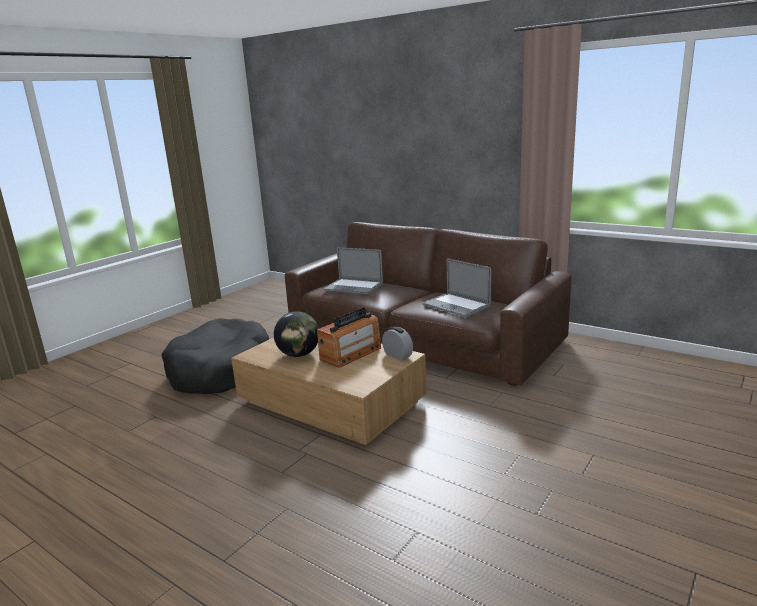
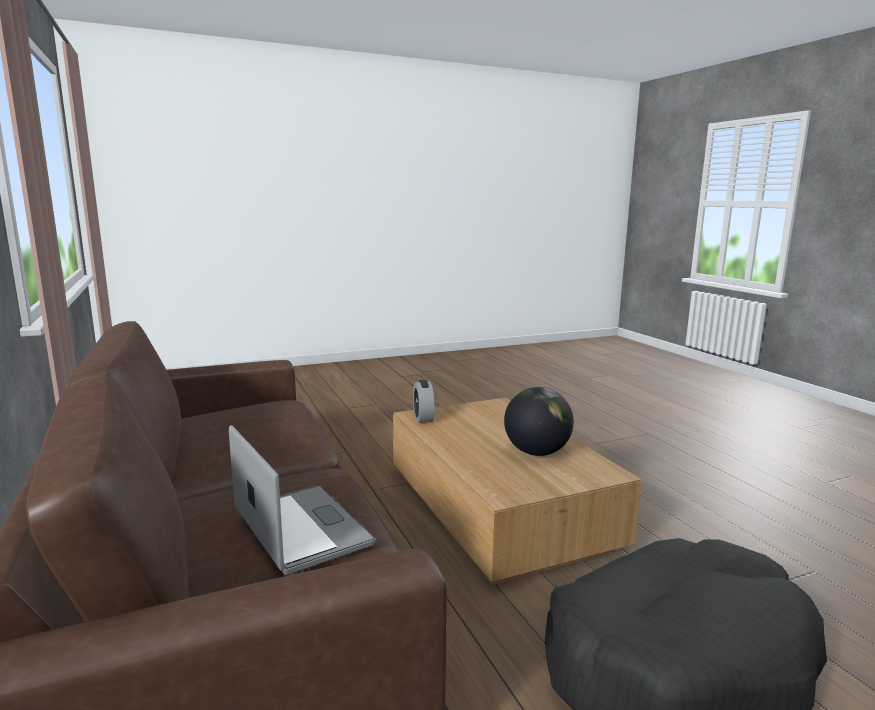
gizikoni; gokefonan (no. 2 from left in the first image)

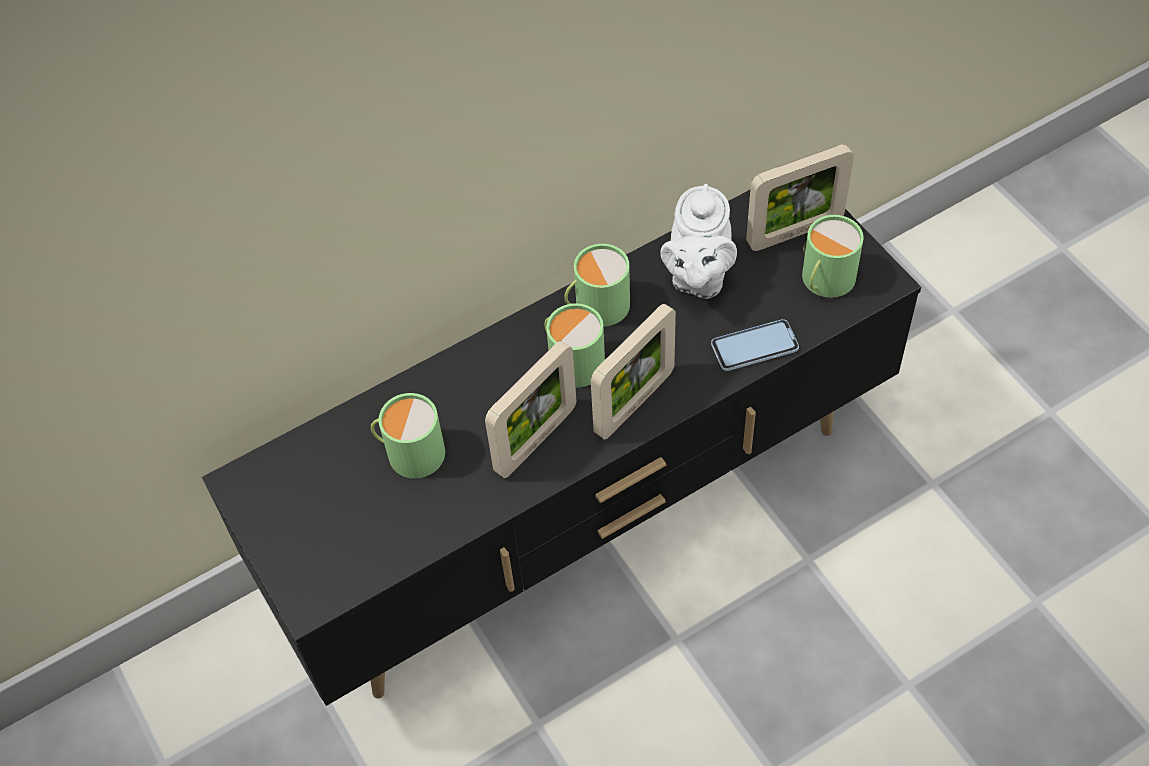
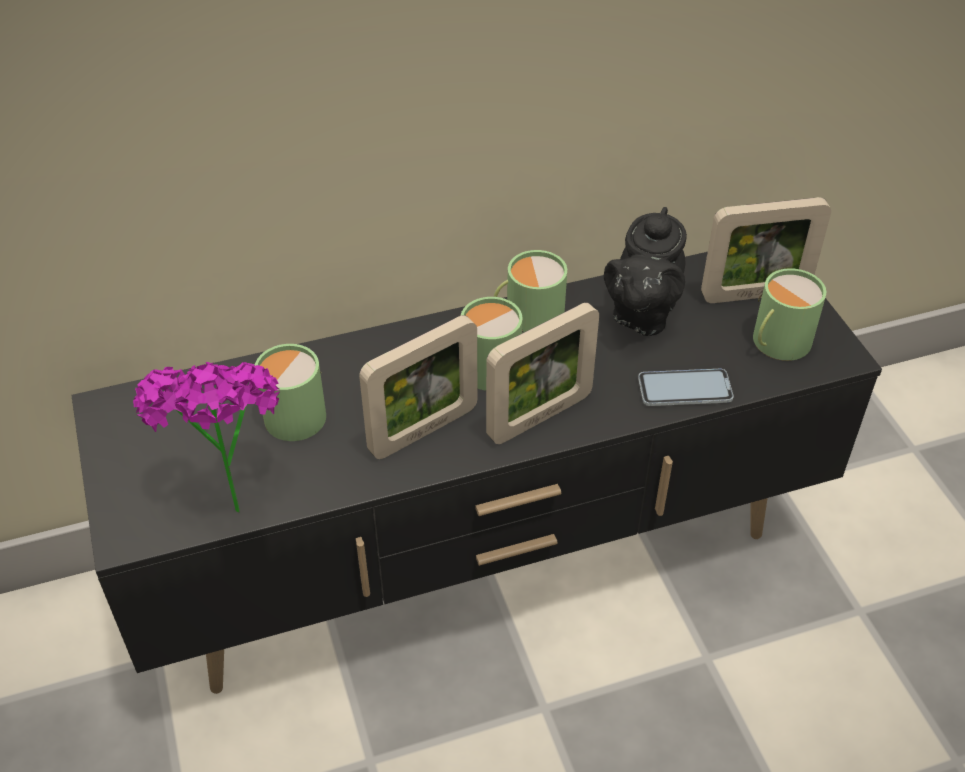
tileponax; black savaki

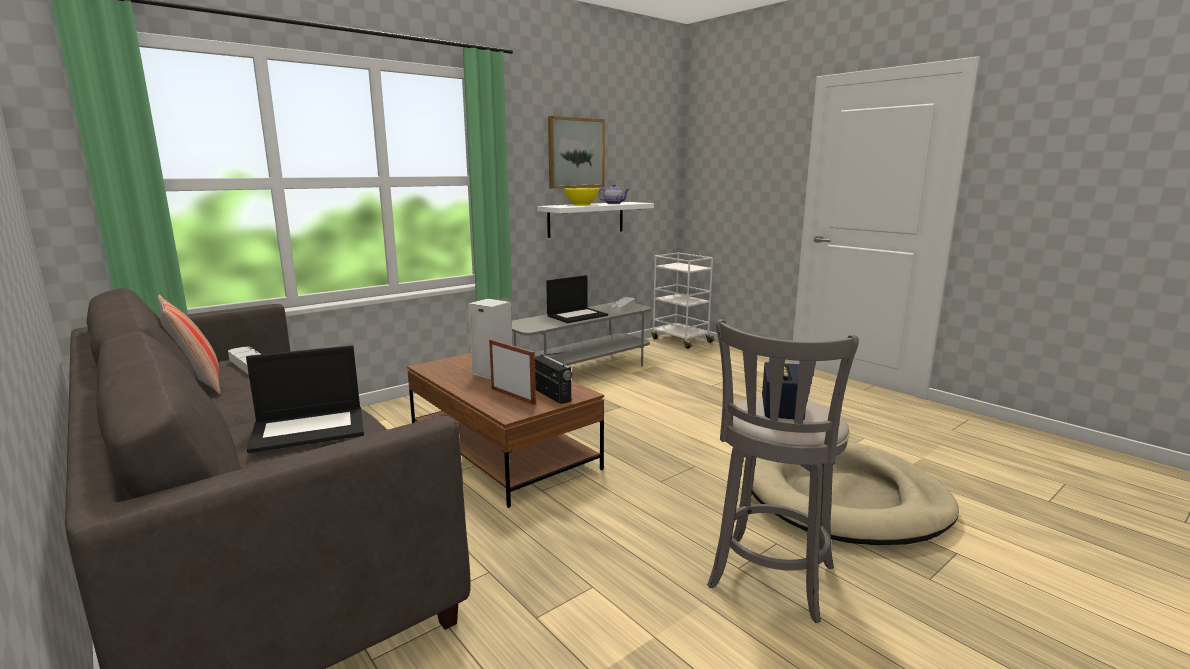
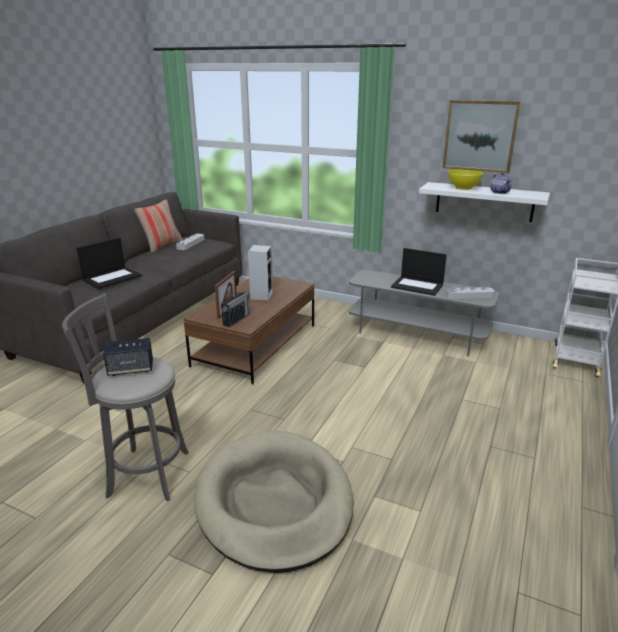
gokefonan (no. 1 from left)

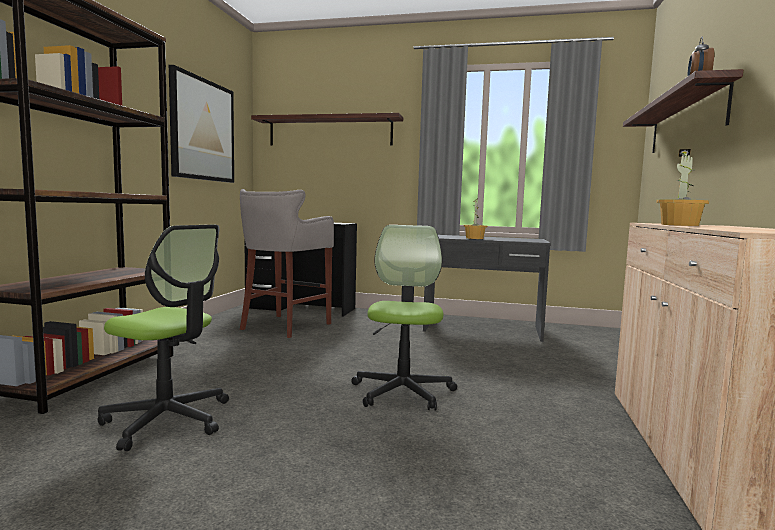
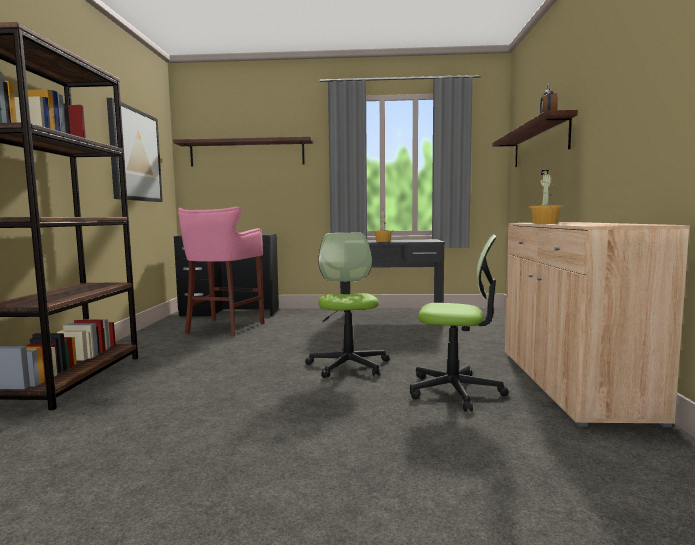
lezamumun (no. 2 from left); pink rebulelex

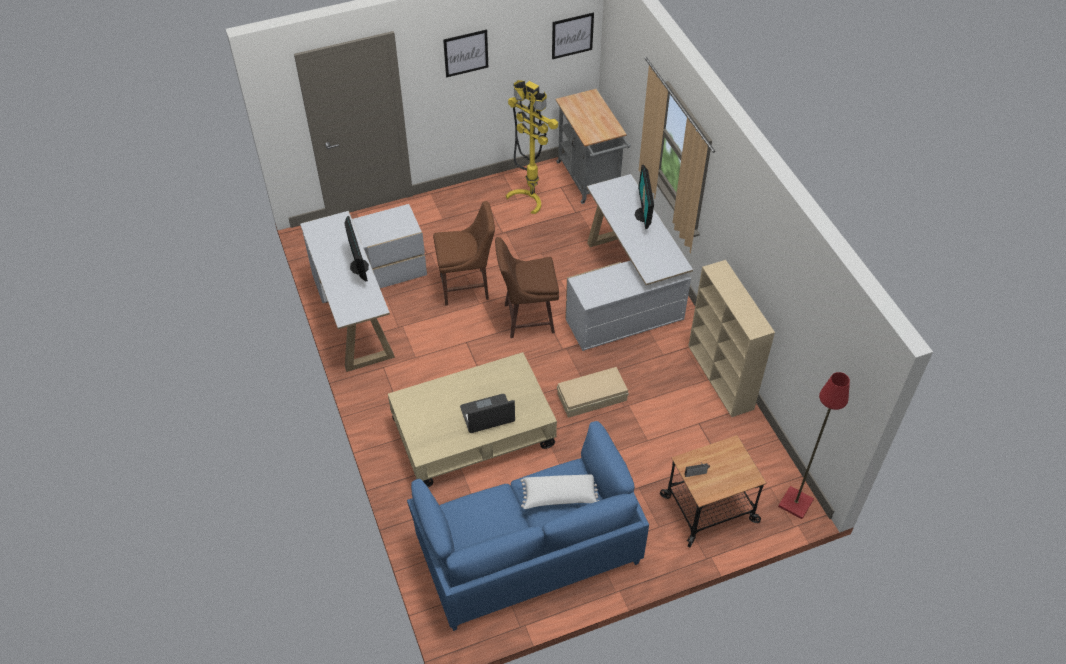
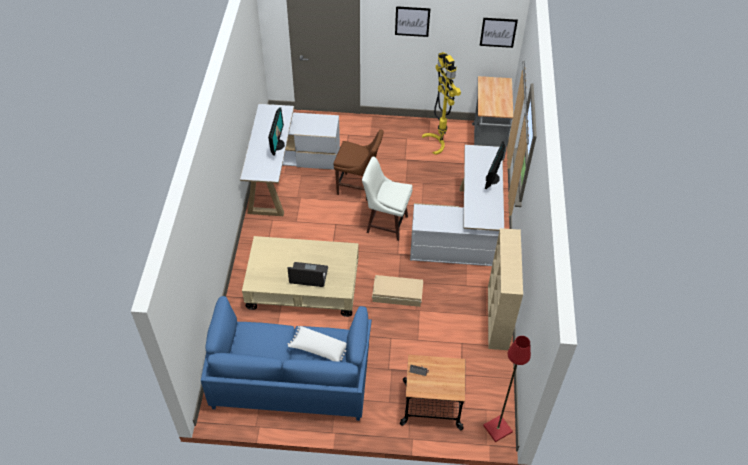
white rebulelex

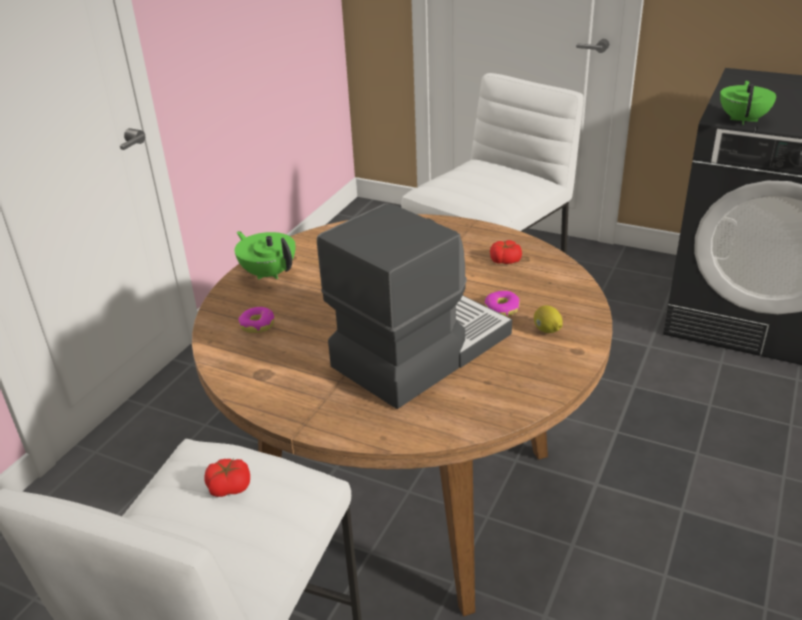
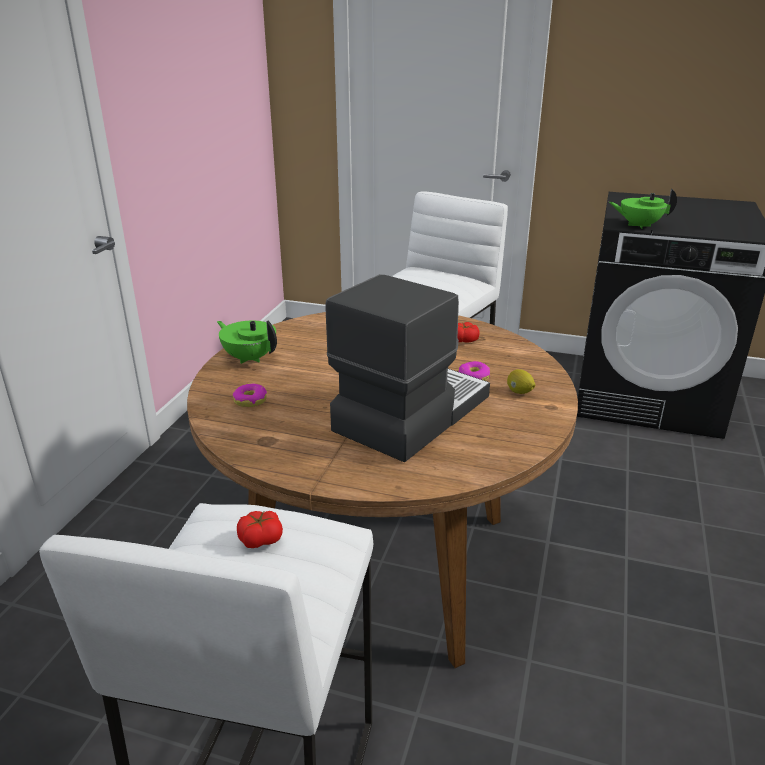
green savaki (no. 2 from left)

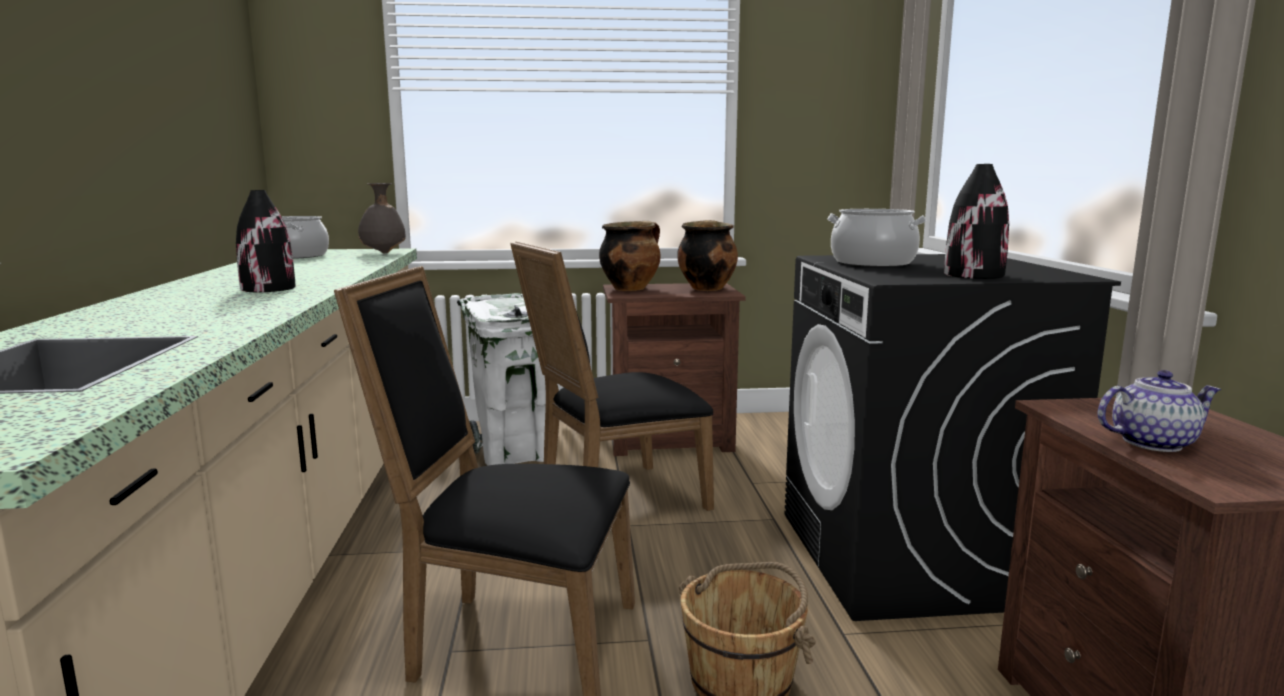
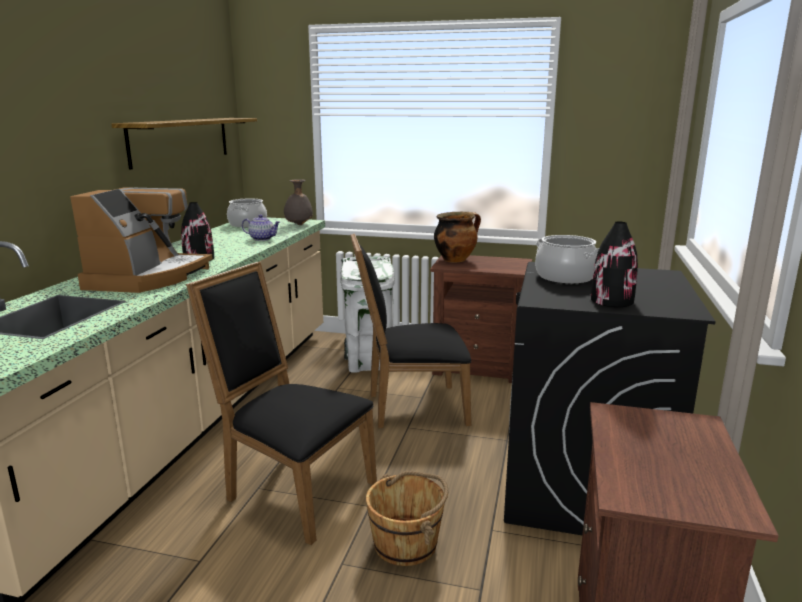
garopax (no. 3 from left in the first image); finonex; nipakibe; savaki

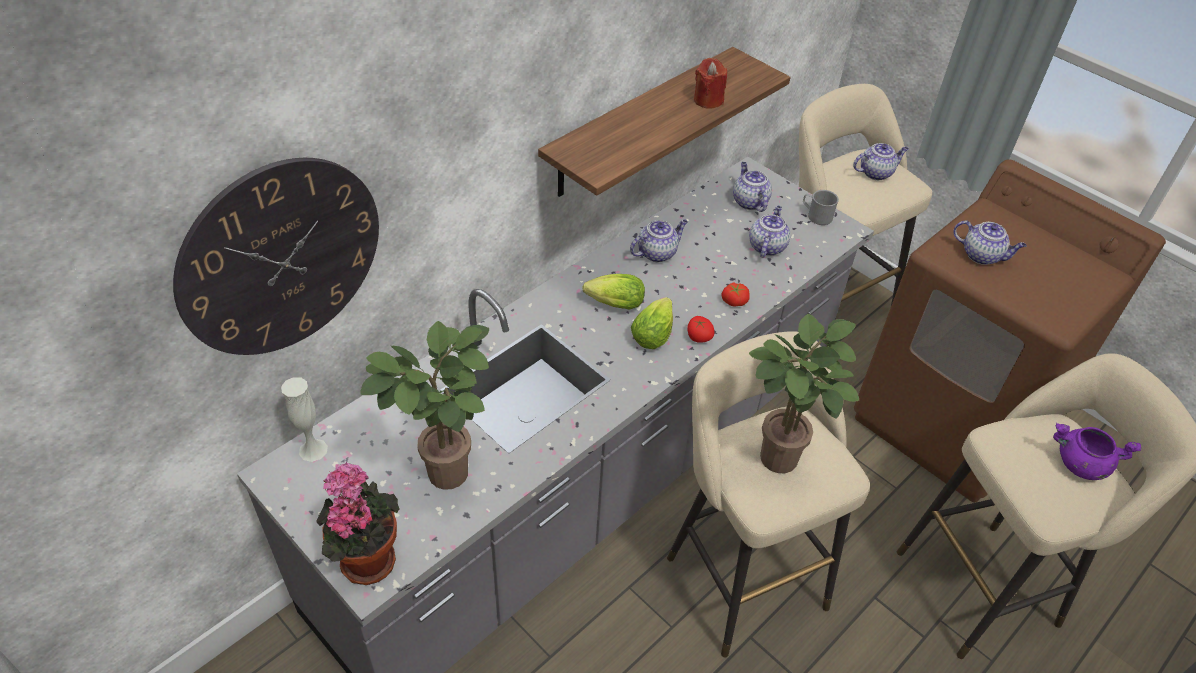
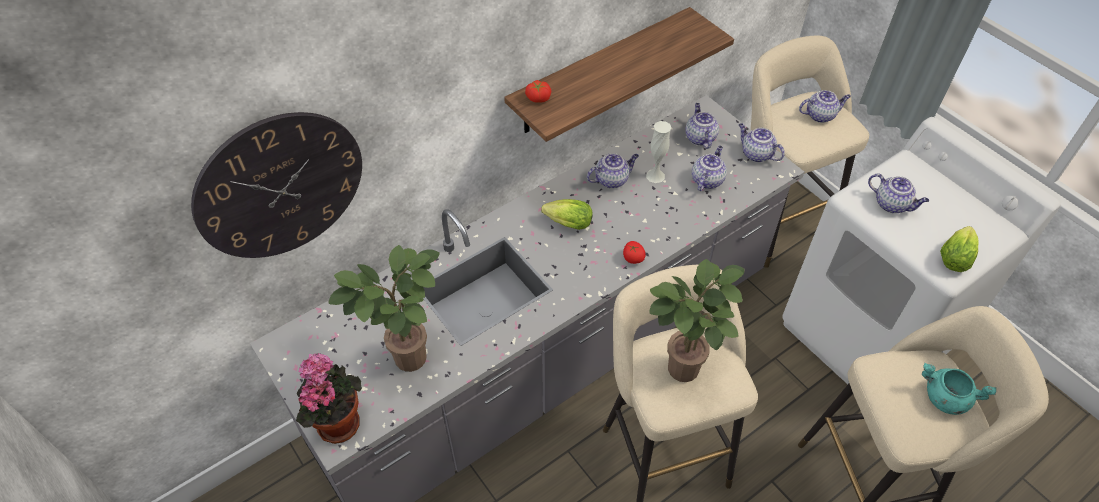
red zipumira; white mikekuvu; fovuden (no. 2 from left); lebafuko (no. 1 from left); savaki (no. 4 from left); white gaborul; turquoise garopax

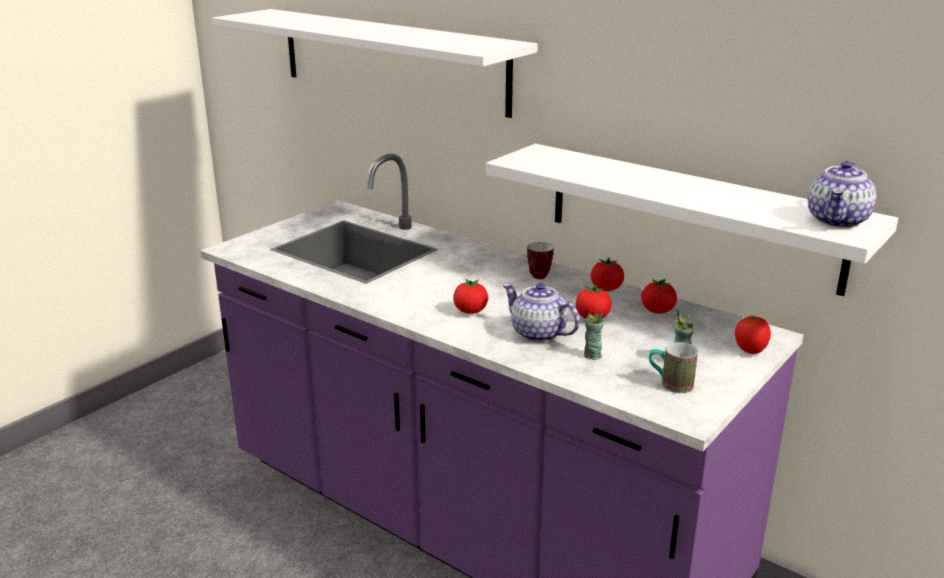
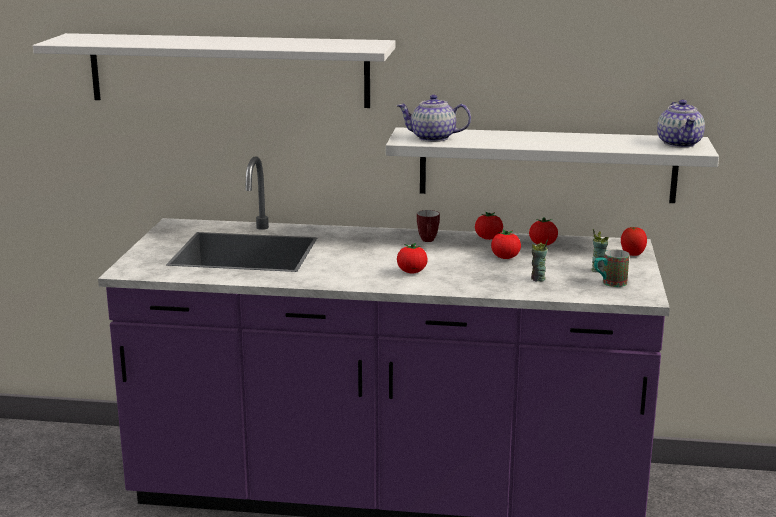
savaki (no. 1 from left)

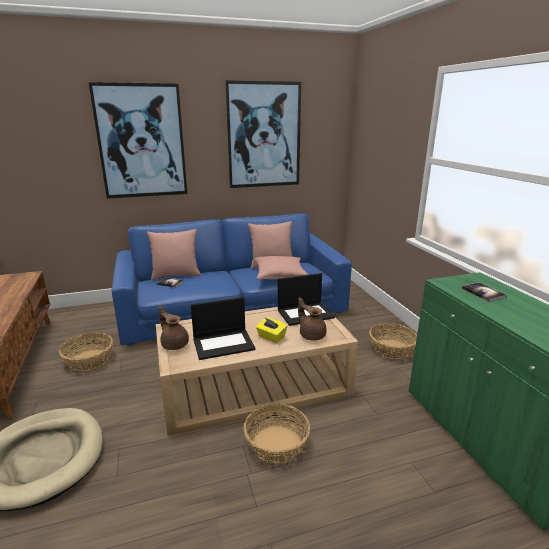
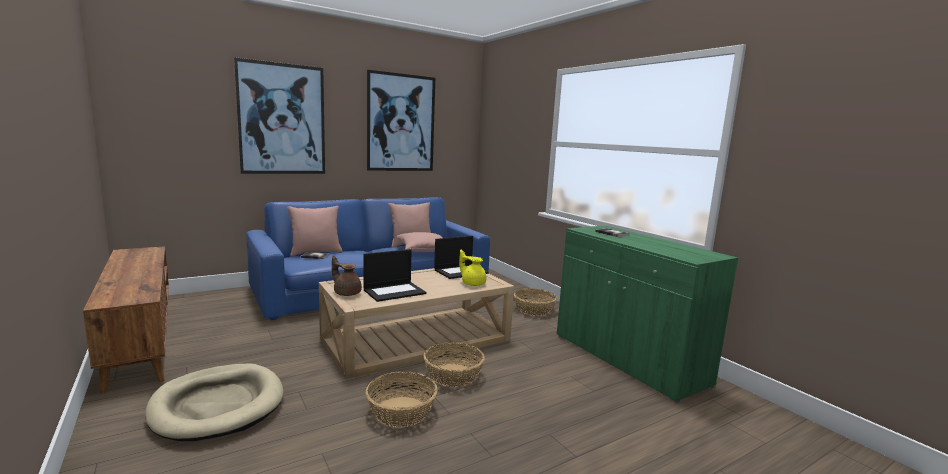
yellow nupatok; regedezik (no. 1 from left); yellow savaki

